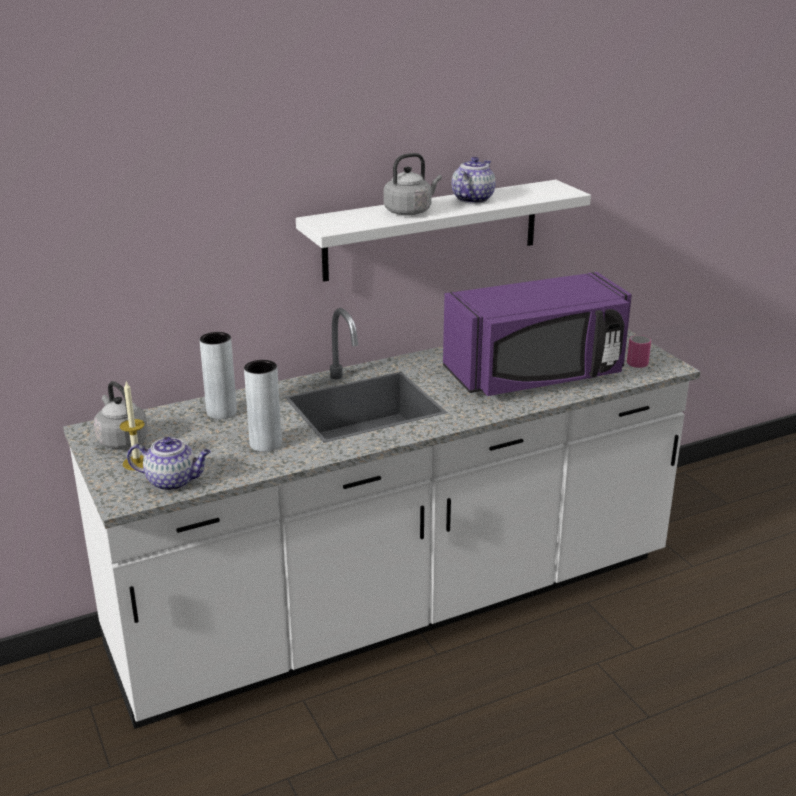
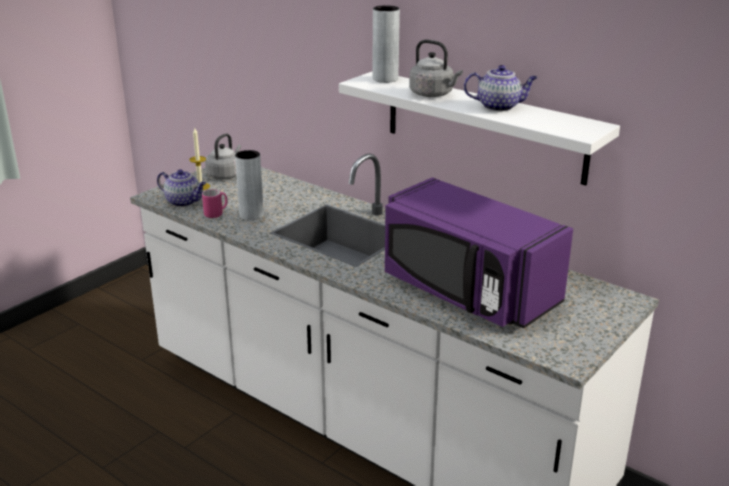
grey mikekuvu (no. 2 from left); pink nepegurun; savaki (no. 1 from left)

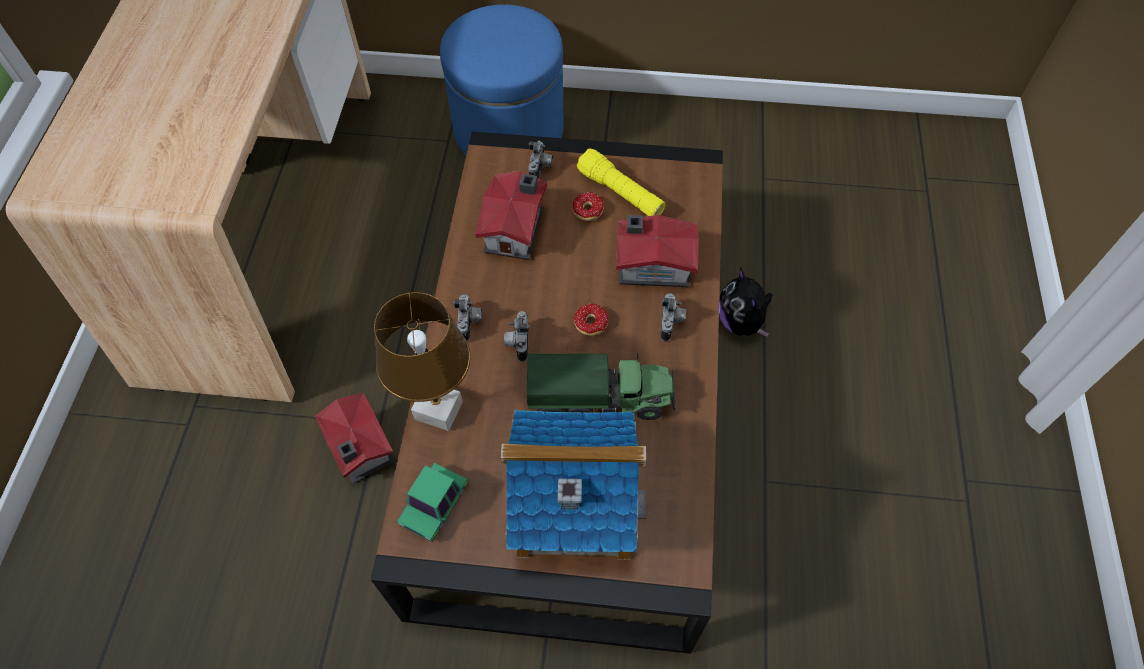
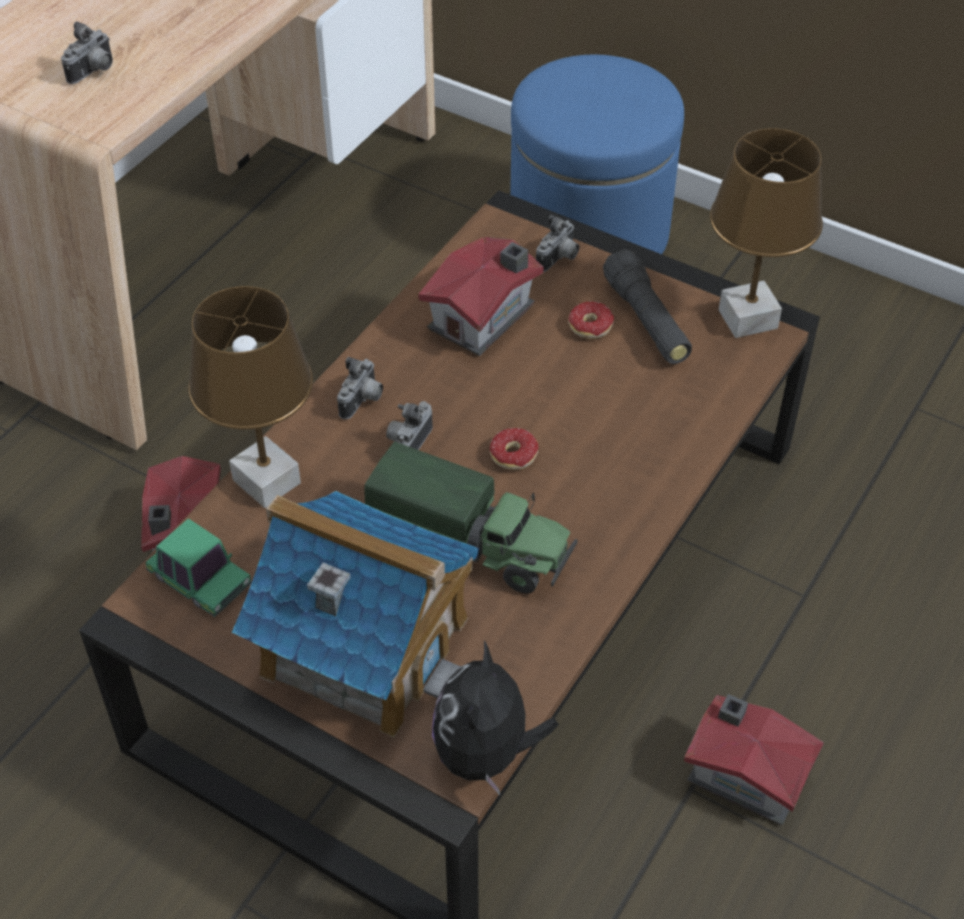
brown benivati (no. 2 from left); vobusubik (no. 4 from left); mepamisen (no. 1 from left); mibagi; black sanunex; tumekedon

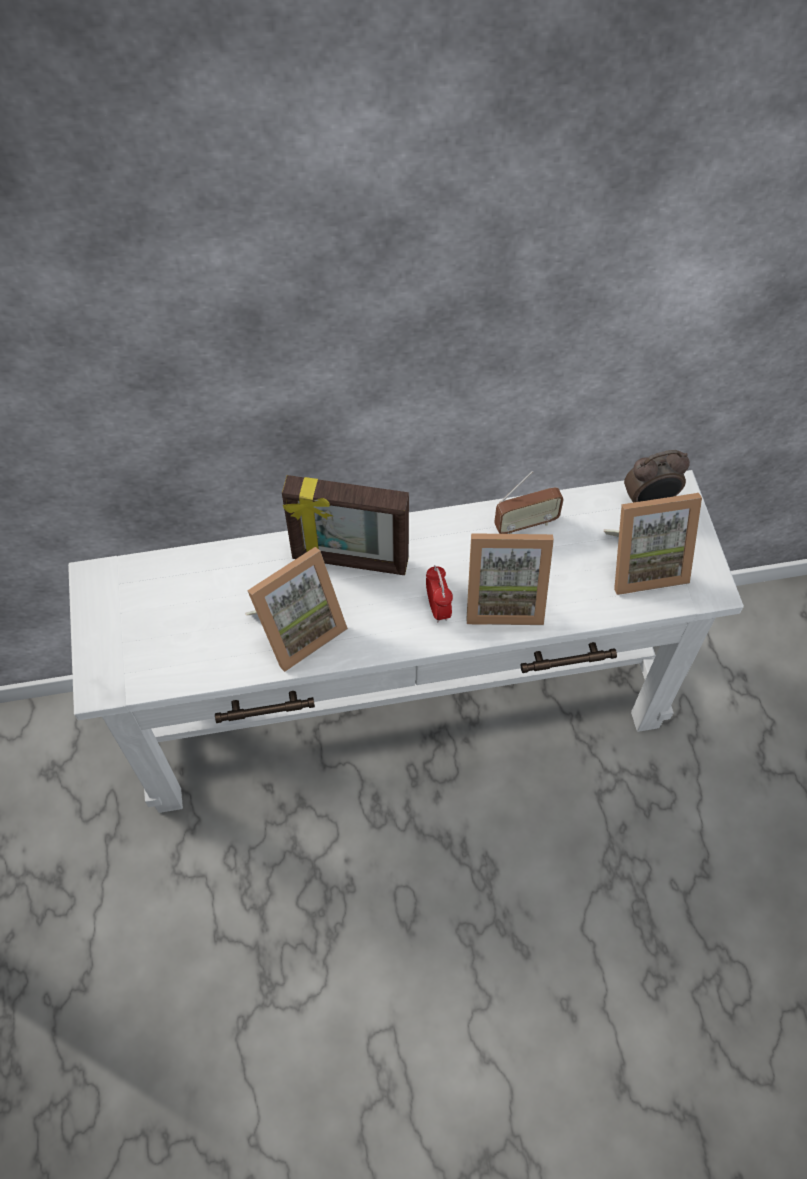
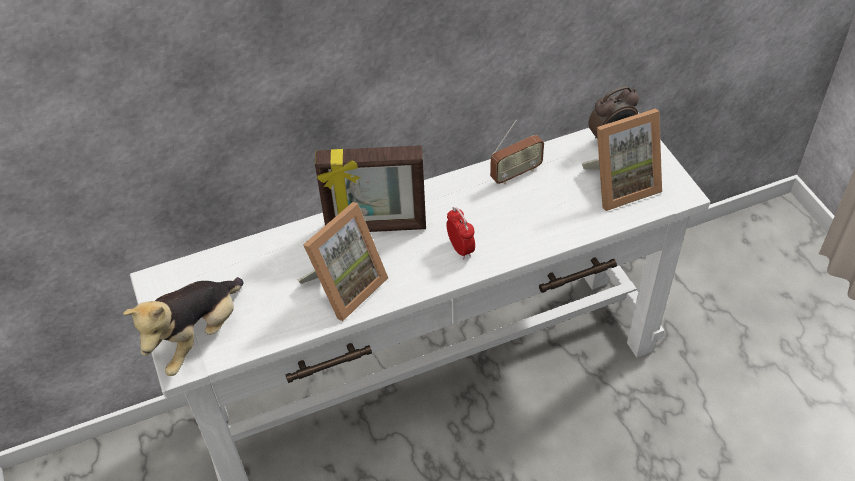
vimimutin (no. 3 from left in the first image); mibagi

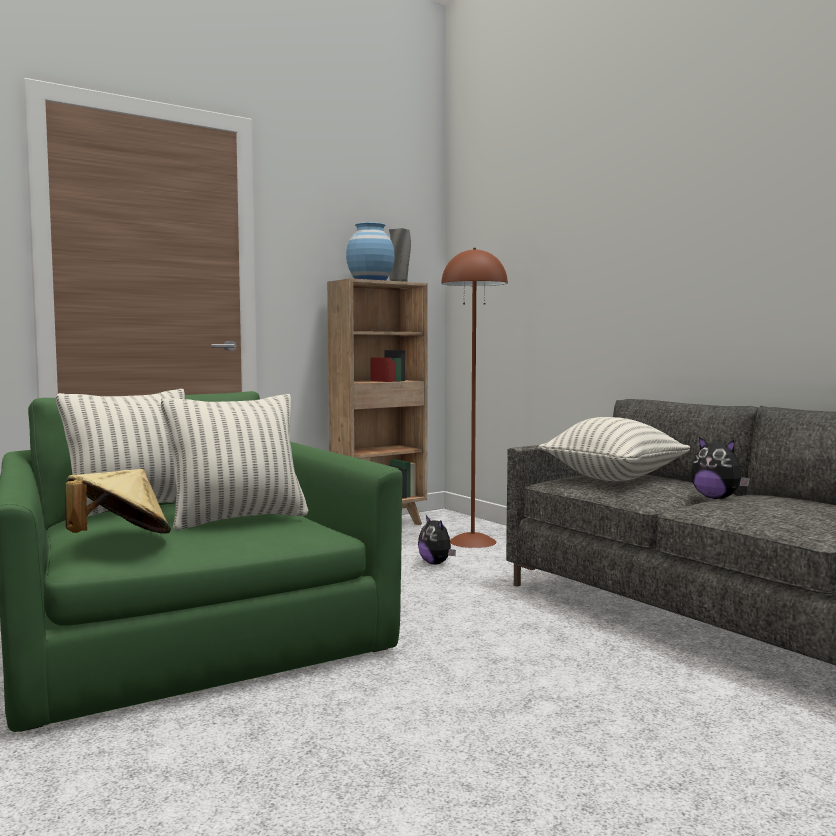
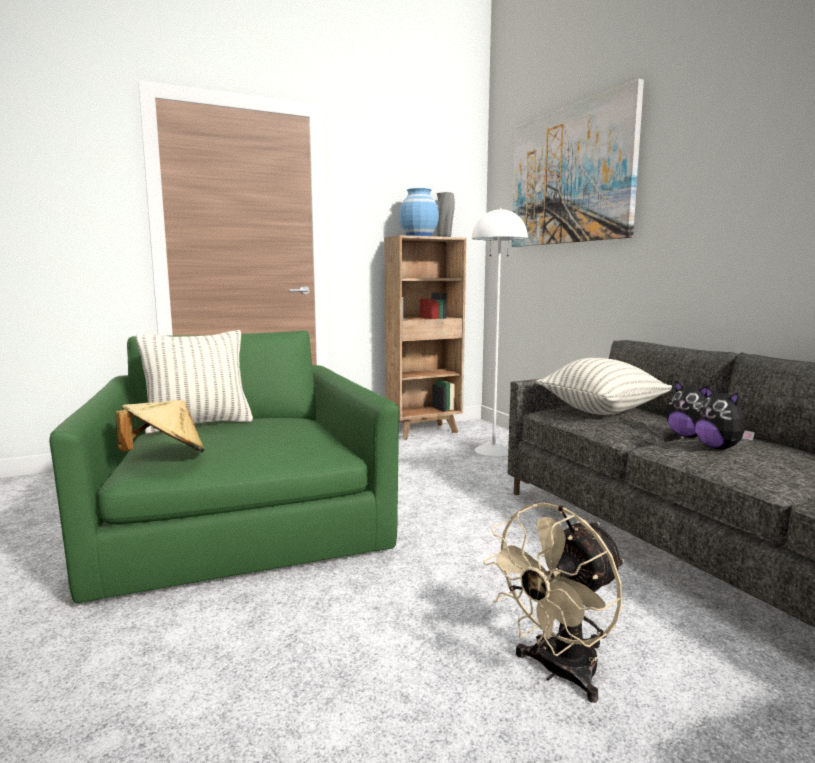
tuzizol (no. 2 from left in the first image); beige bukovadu; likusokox; mibagi (no. 2 from left); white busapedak

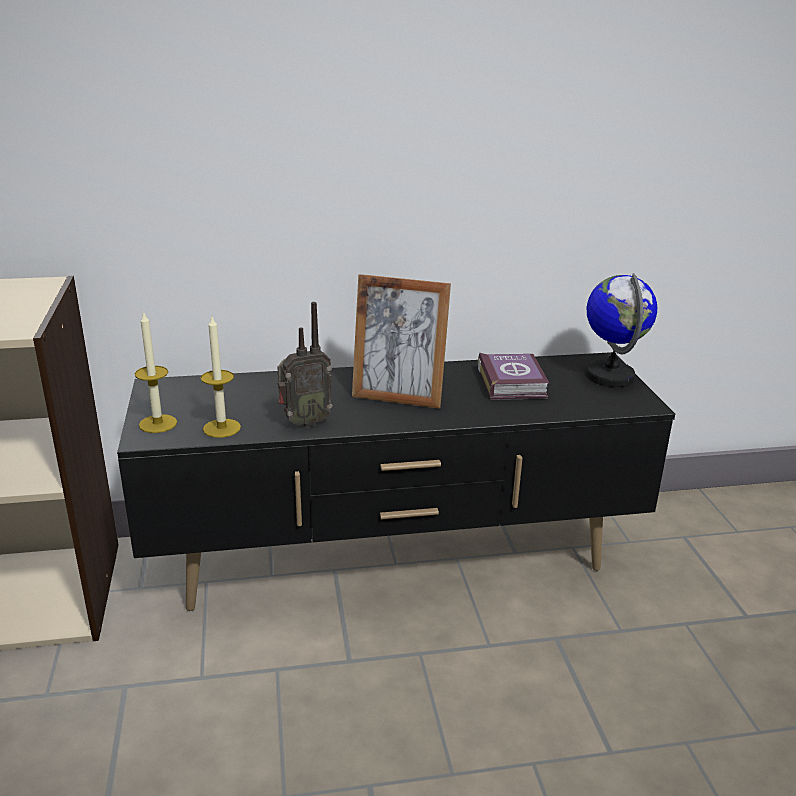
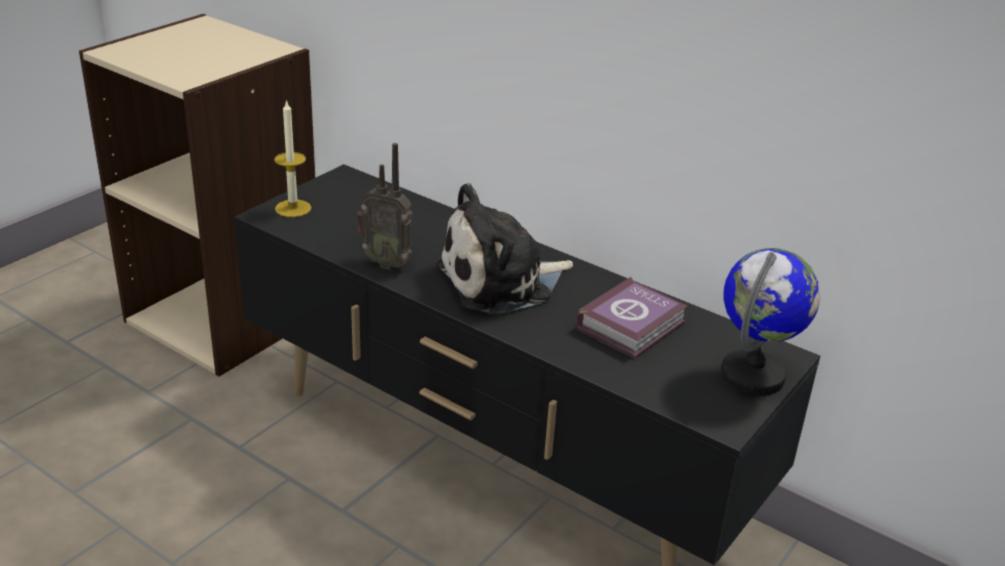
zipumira (no. 2 from left in the first image); mibagi

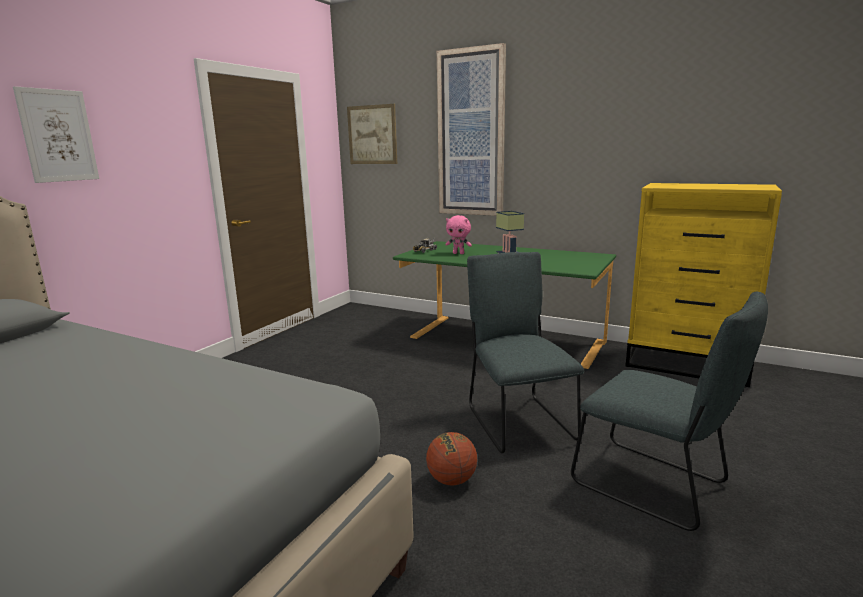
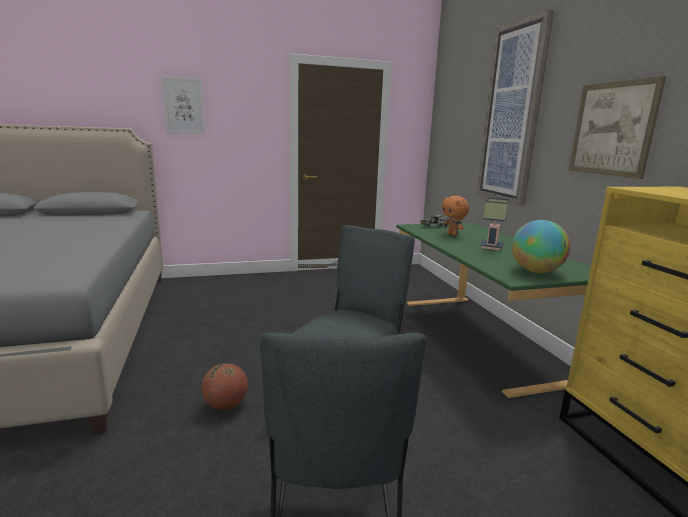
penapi; likusokox (no. 3 from left); orange mibagi

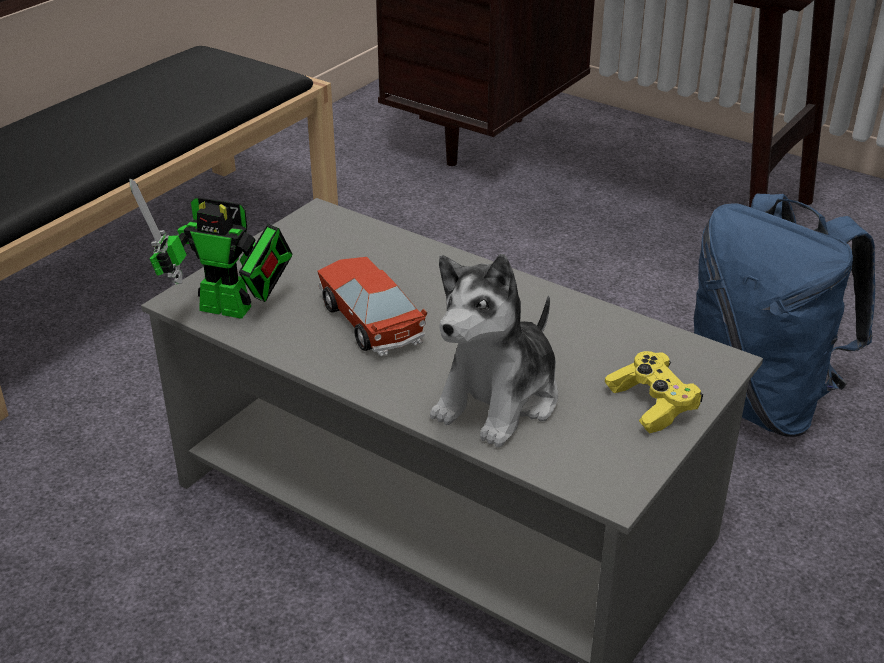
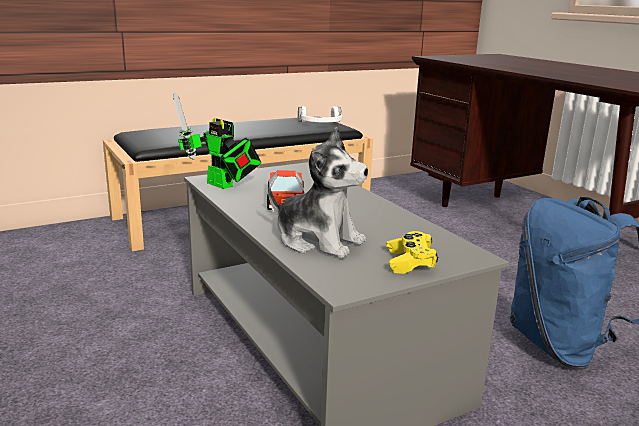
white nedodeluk; mibagi

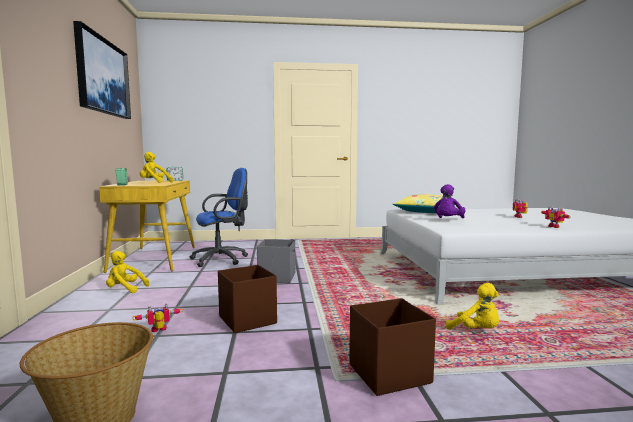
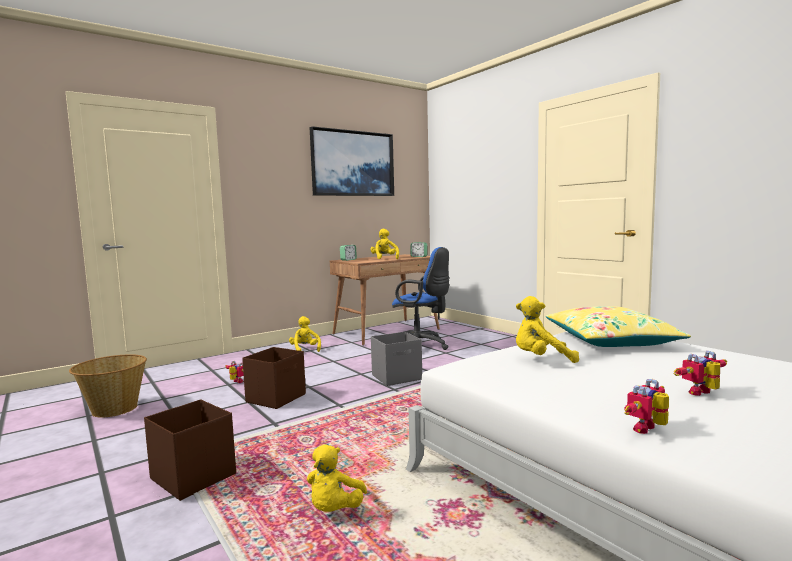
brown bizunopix; yellow mibagi (no. 4 from left)

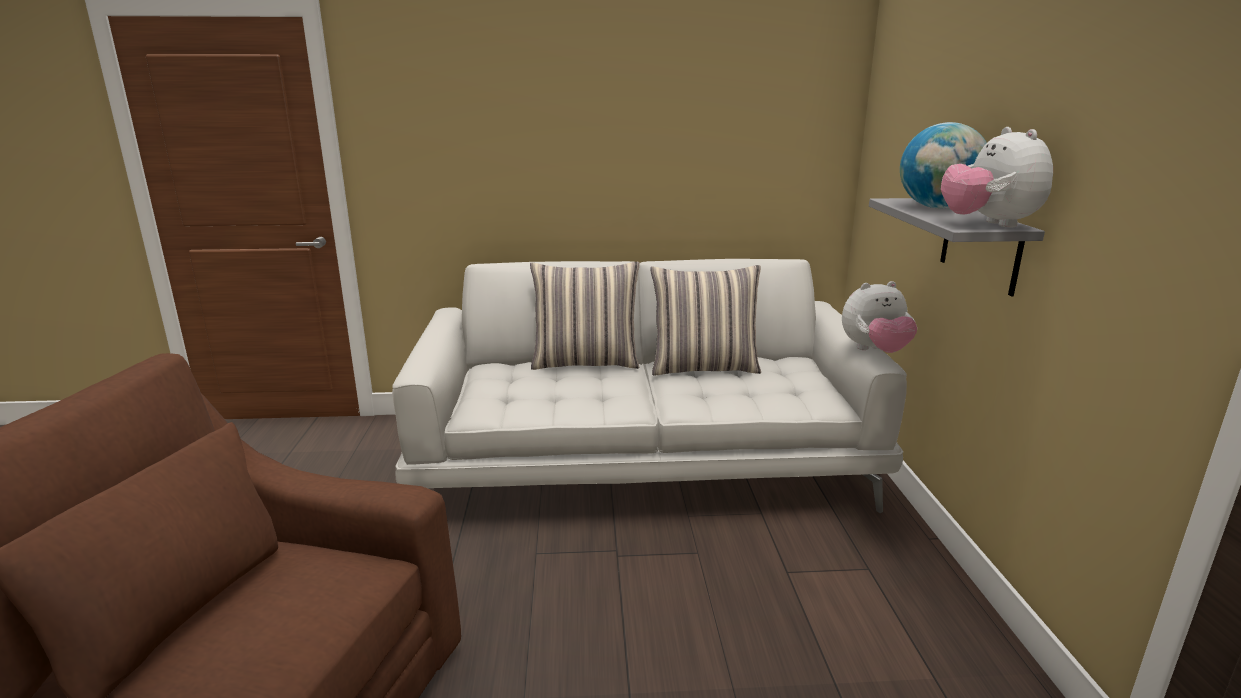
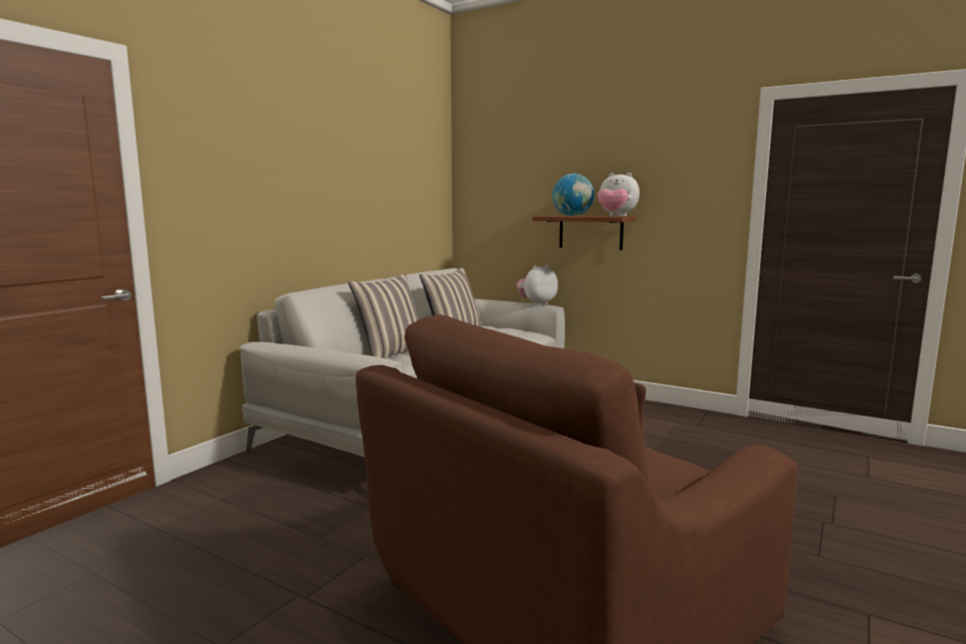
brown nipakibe; mibagi (no. 1 from left)

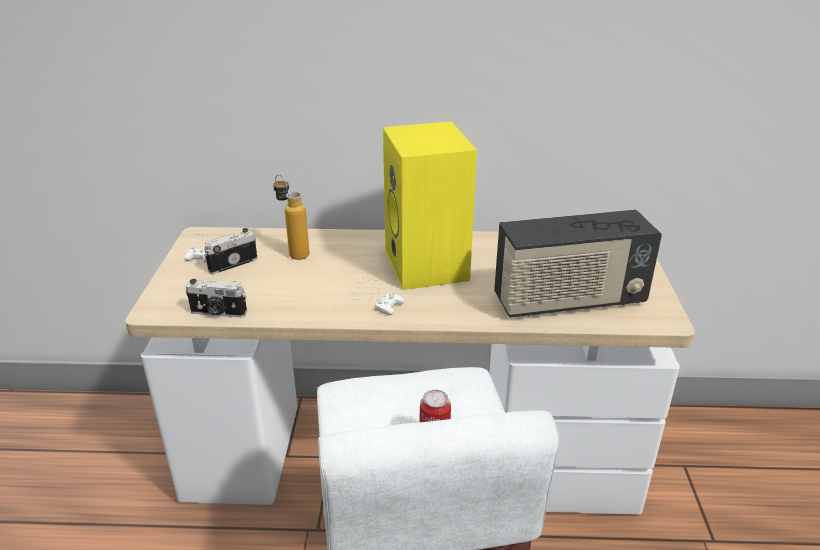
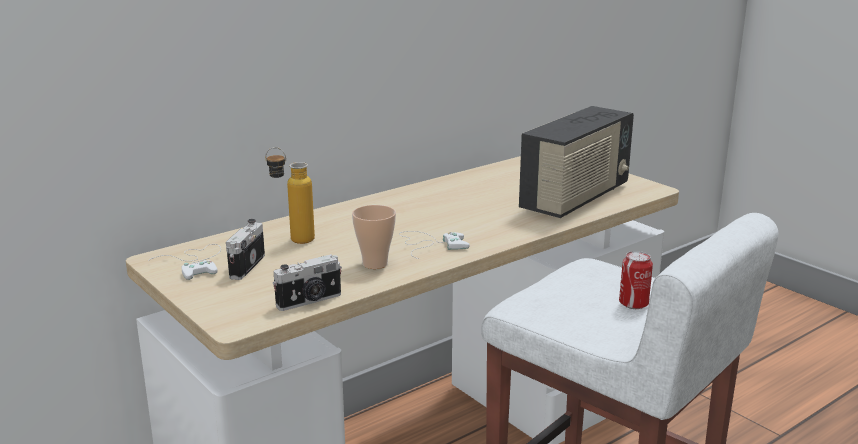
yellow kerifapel; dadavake

